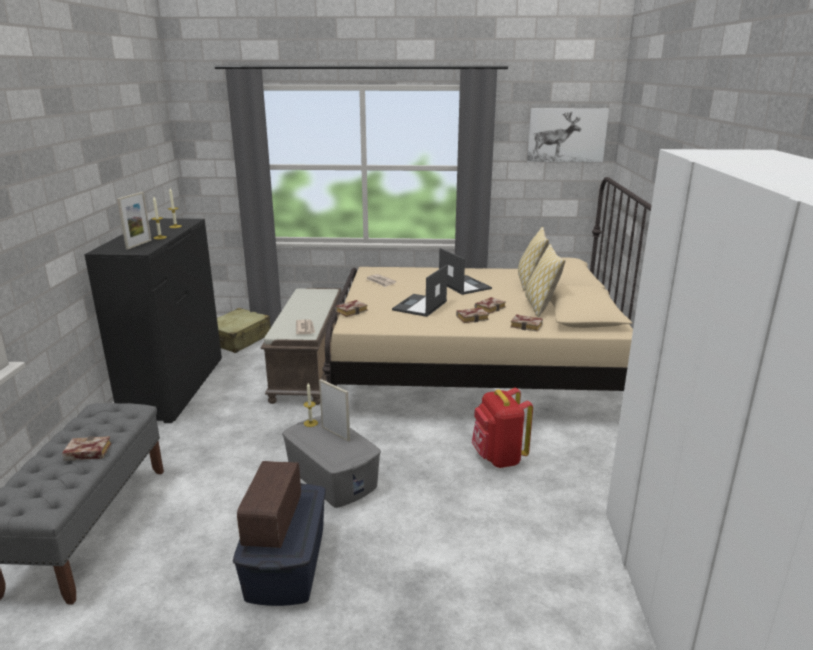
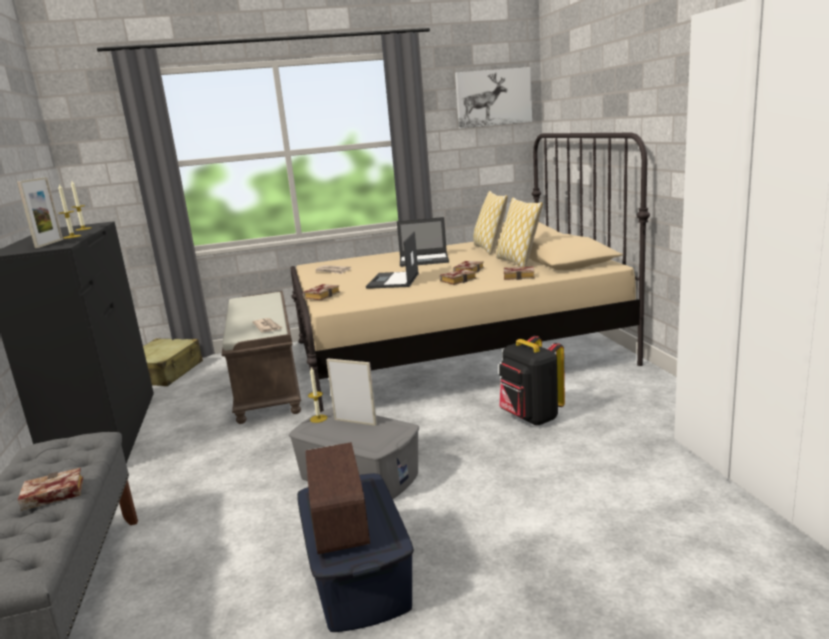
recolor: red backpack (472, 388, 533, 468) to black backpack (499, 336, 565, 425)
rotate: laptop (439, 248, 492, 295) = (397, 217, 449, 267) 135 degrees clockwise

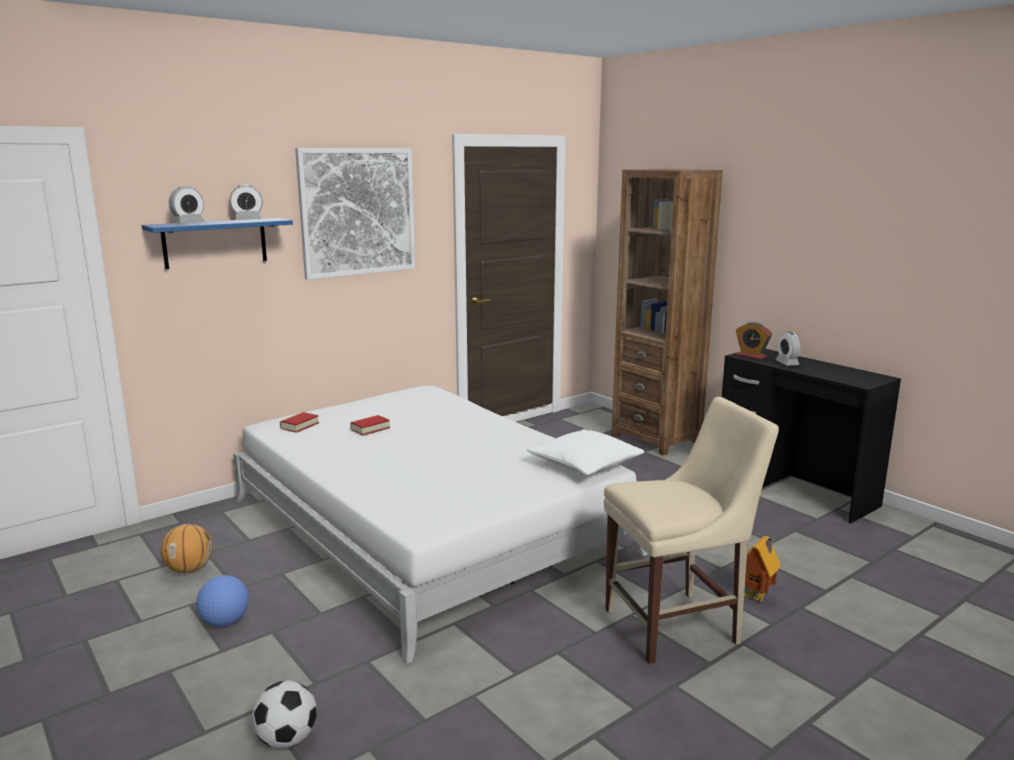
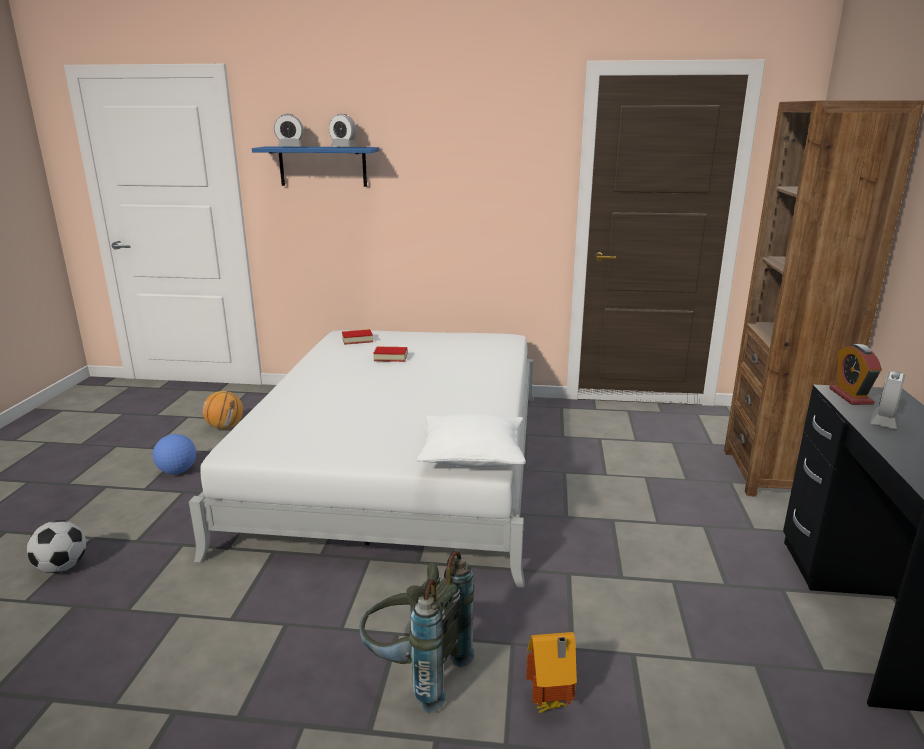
delete: picture (295, 148, 415, 280)
replace: beige chair (604, 397, 779, 664) to grey backpack (359, 551, 475, 713)

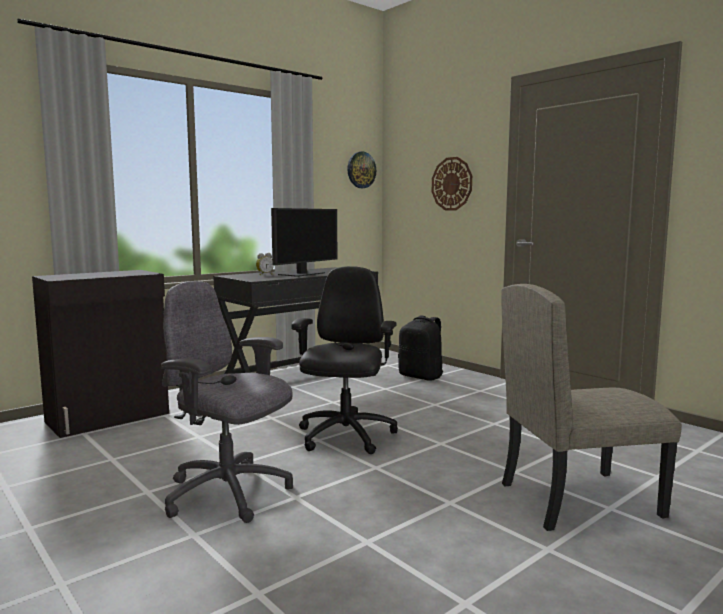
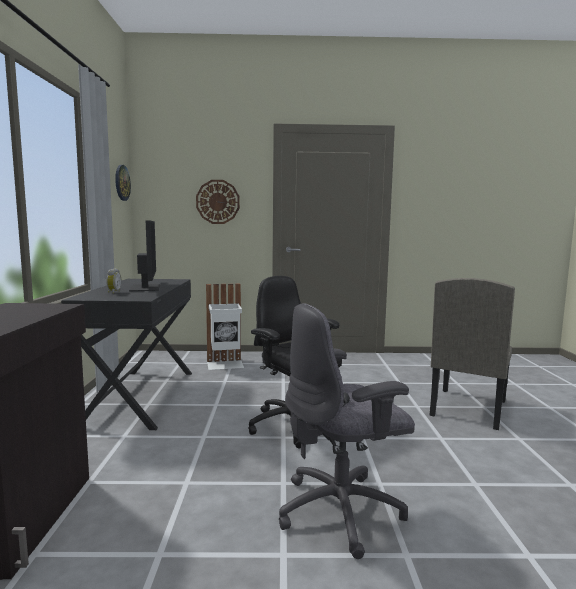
replace: black backpack (398, 315, 443, 381) to white trash can (206, 284, 244, 370)

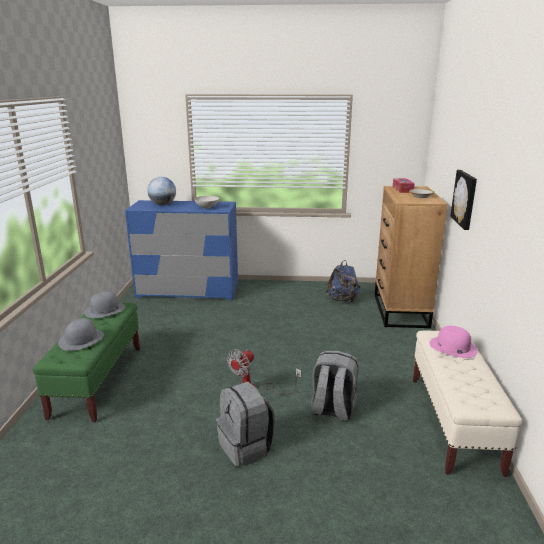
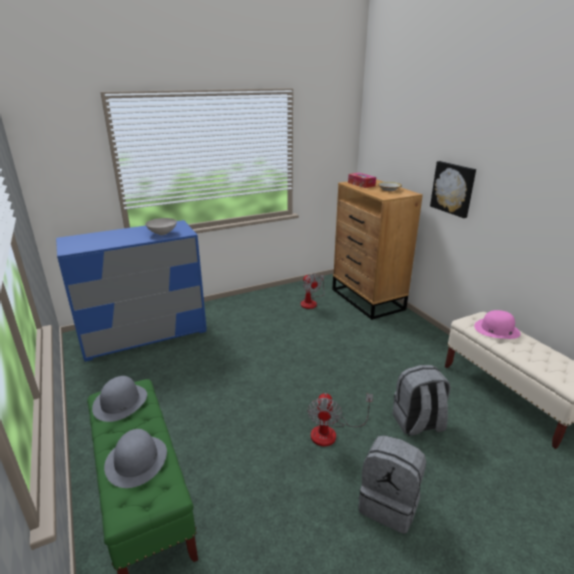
delete: globe (147, 177, 176, 205)
replace: blue backpack (325, 260, 360, 302) to fan (301, 274, 325, 309)

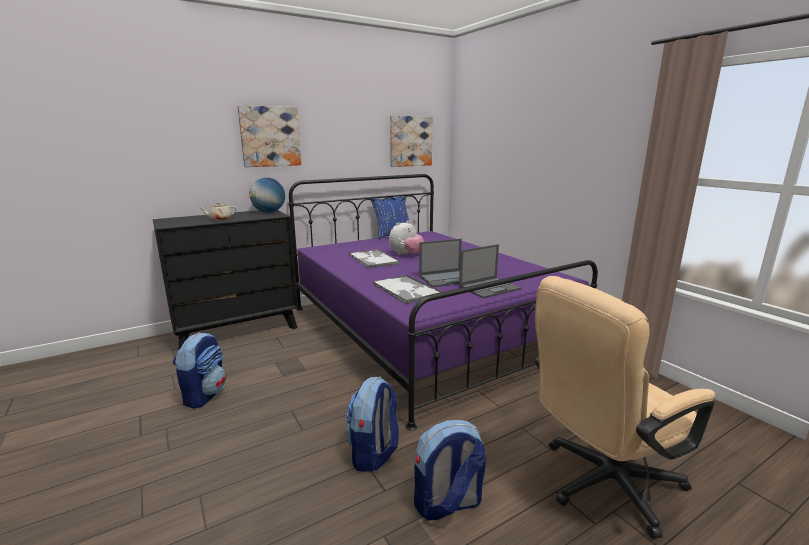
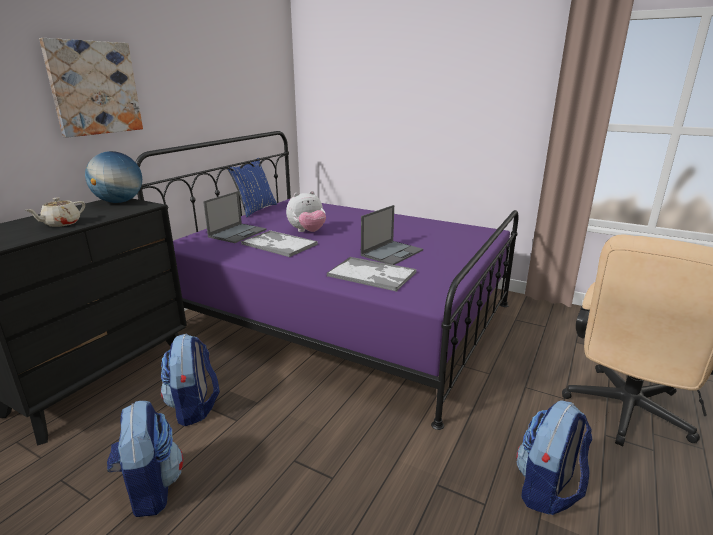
delete: picture (390, 115, 433, 167)
move: backpack (345, 376, 399, 472) to (161, 333, 220, 426); laptop (459, 244, 521, 298) to (203, 191, 267, 243)
rotate: plush toy (389, 221, 424, 255) = (286, 191, 326, 232) 45 degrees clockwise

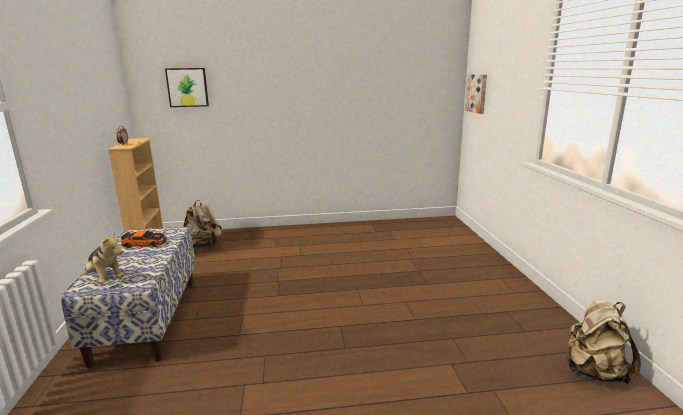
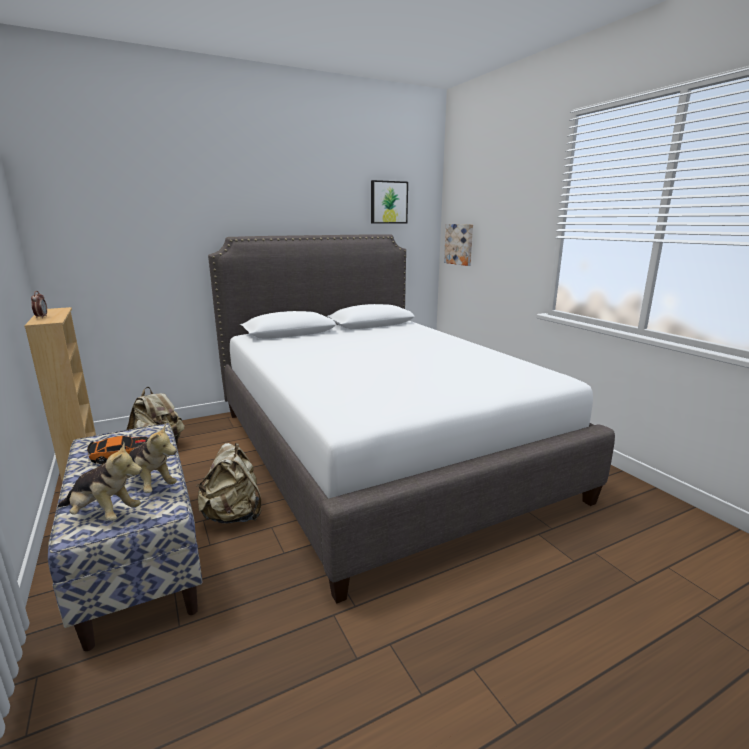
insert: plush toy (125, 423, 177, 493); white bed (208, 234, 615, 604)
move: beige backpack (565, 299, 641, 384) to (197, 443, 261, 523); picture (165, 68, 209, 107) to (371, 180, 408, 223)

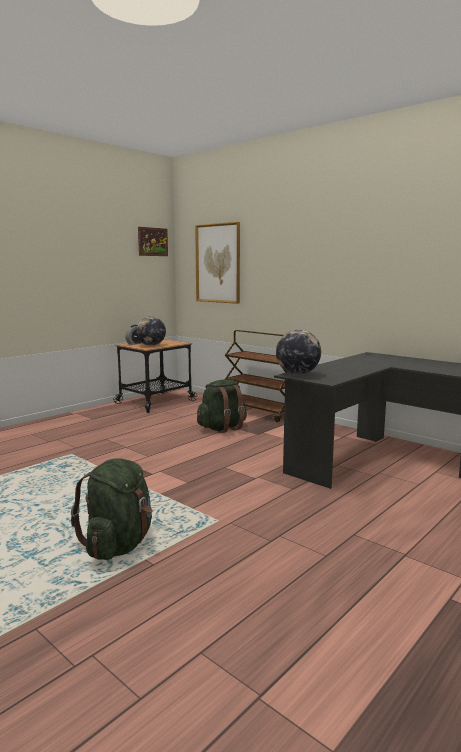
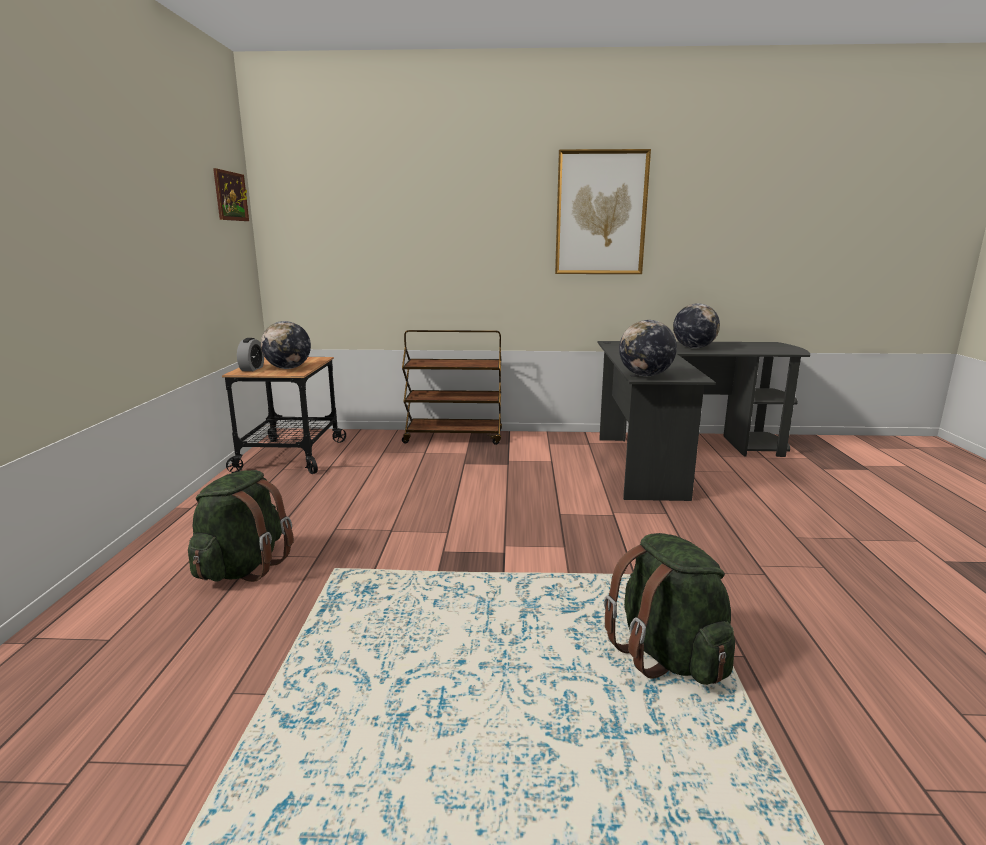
insert: globe (673, 303, 720, 349)
move: green backpack (197, 379, 247, 433) to (188, 470, 294, 582); picture (195, 222, 240, 304) to (555, 149, 651, 274)

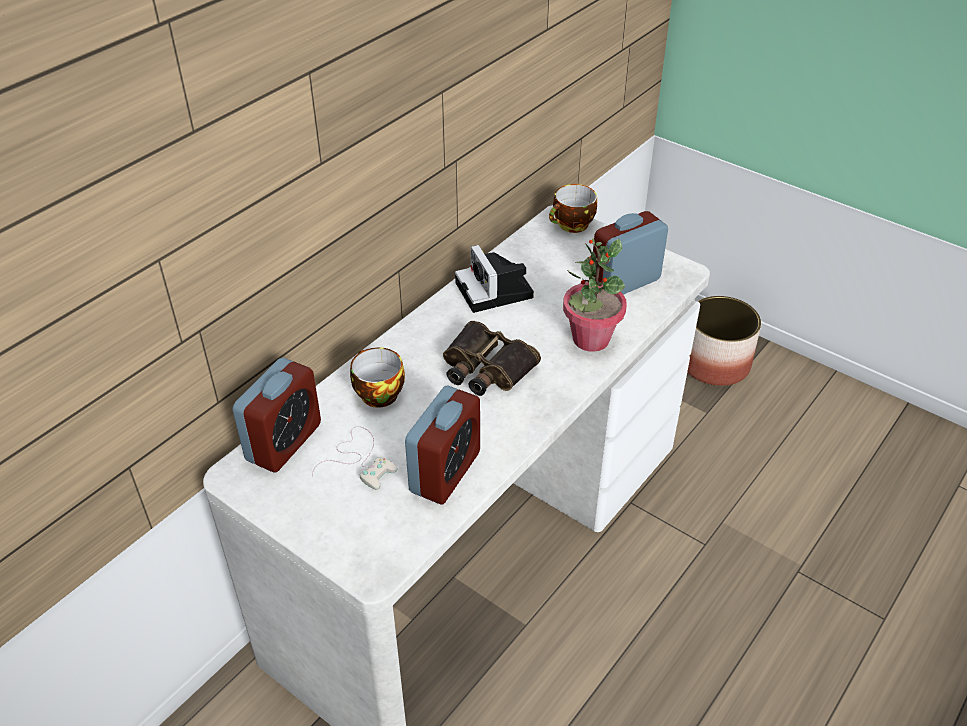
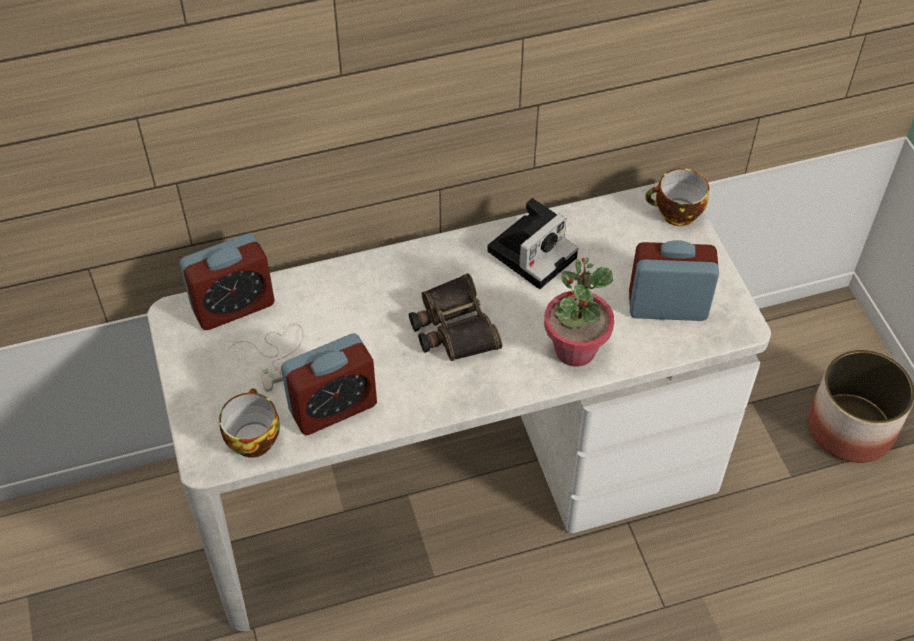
move: cup (350, 347, 405, 408) to (219, 388, 280, 458)
rotate: photo camera (455, 245, 534, 313) = (487, 198, 578, 289) 150 degrees counterclockwise

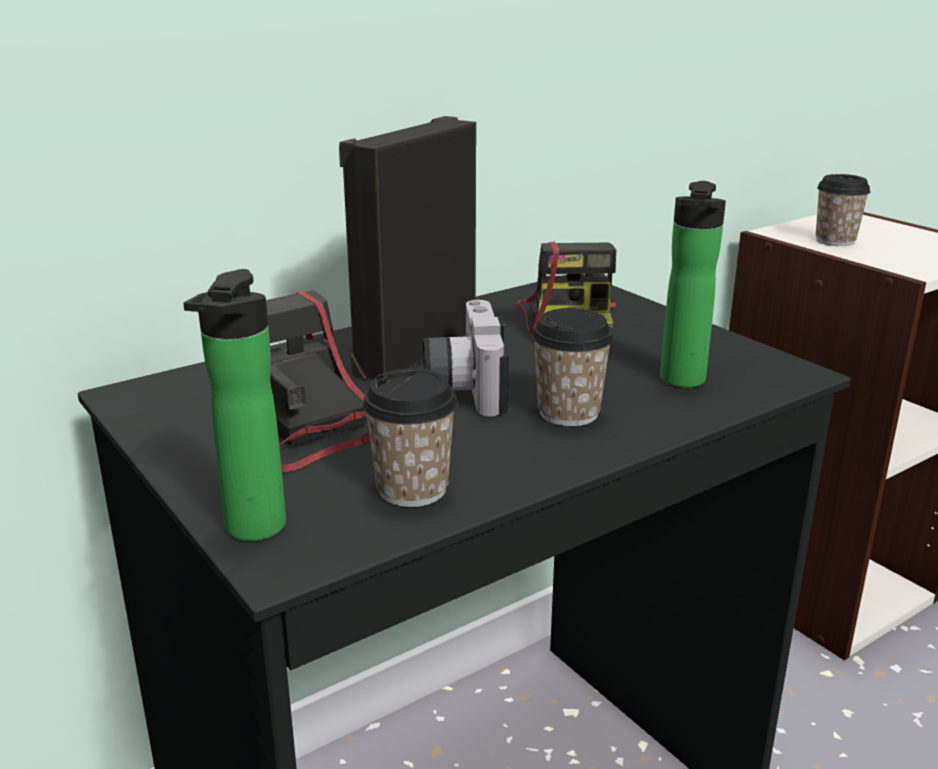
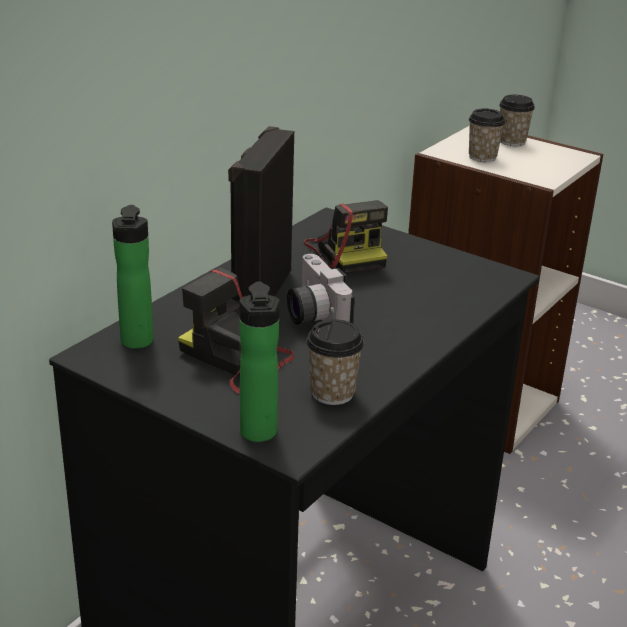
move: bottle (660, 181, 726, 388) to (112, 205, 154, 349); cup (532, 308, 614, 426) to (499, 95, 535, 146)

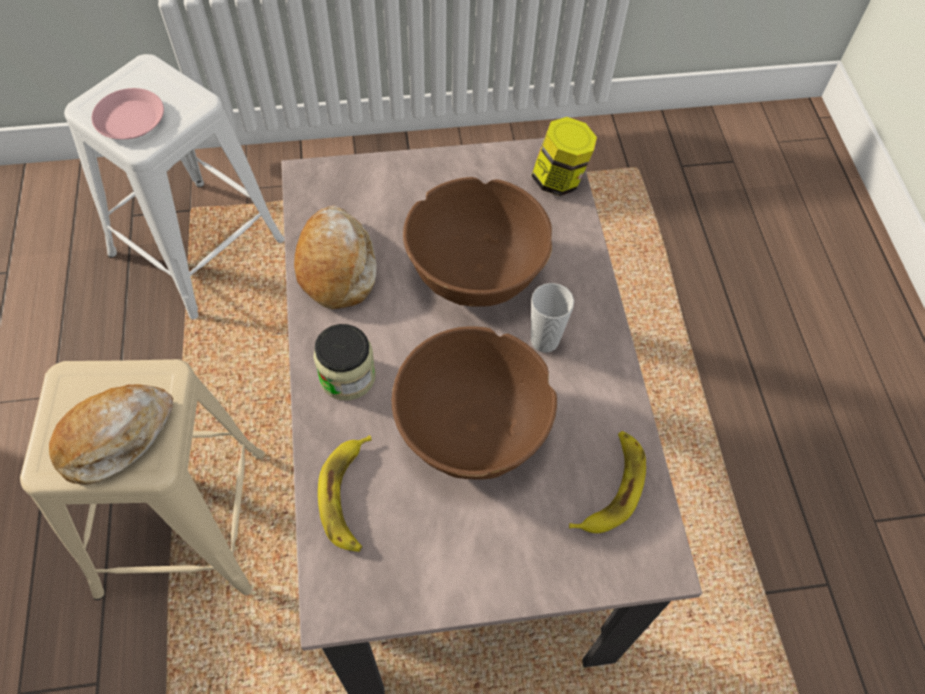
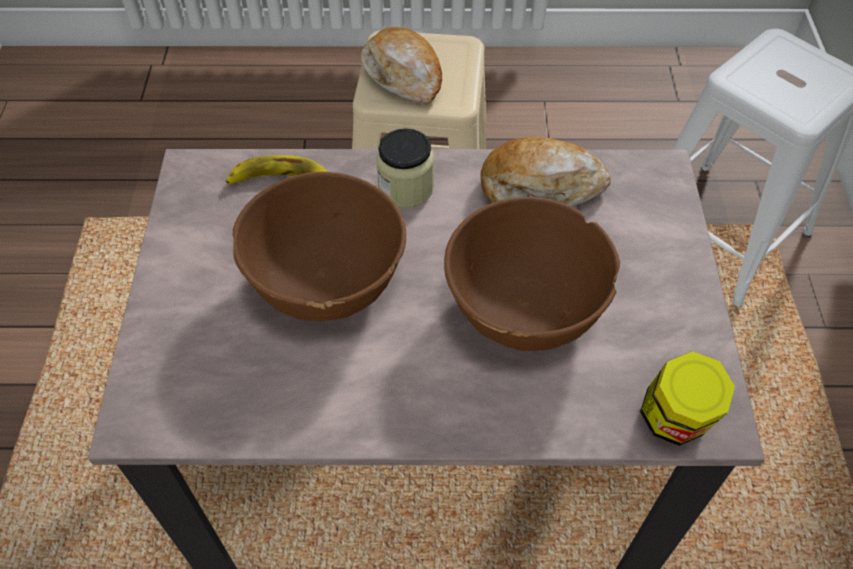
delete: pink plate (92, 88, 164, 139); cup (531, 283, 574, 353); banana (569, 431, 646, 533)

